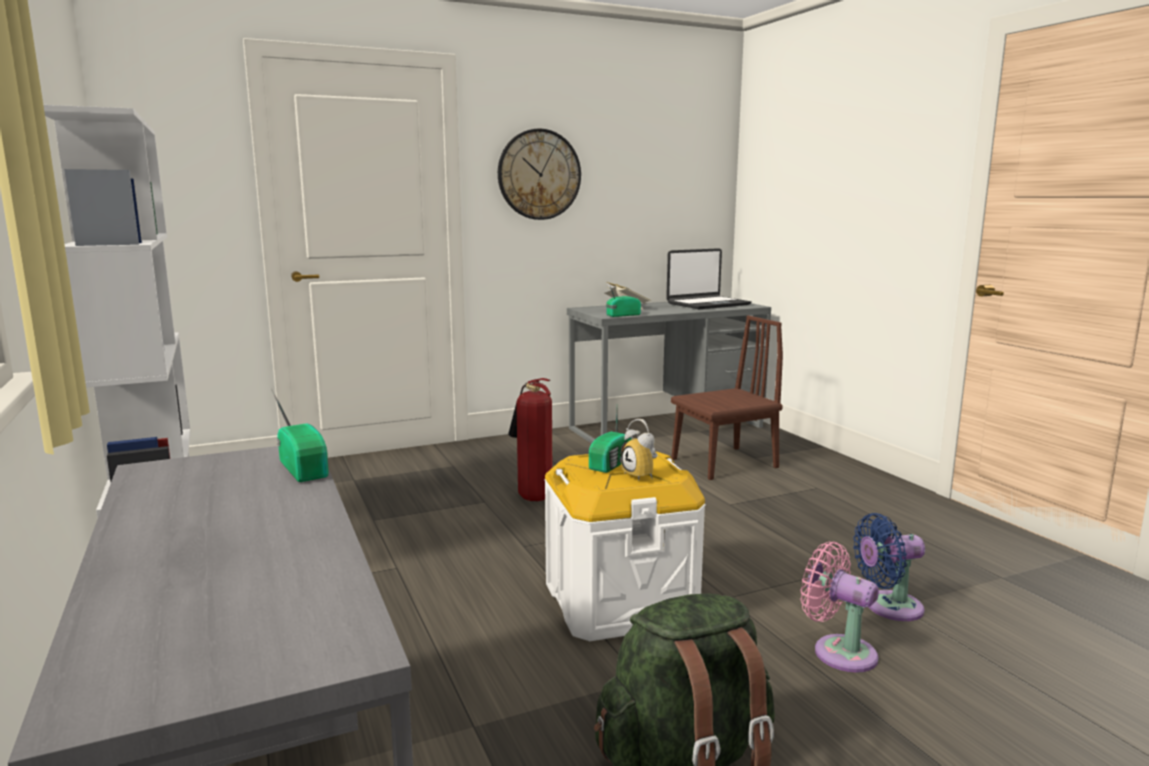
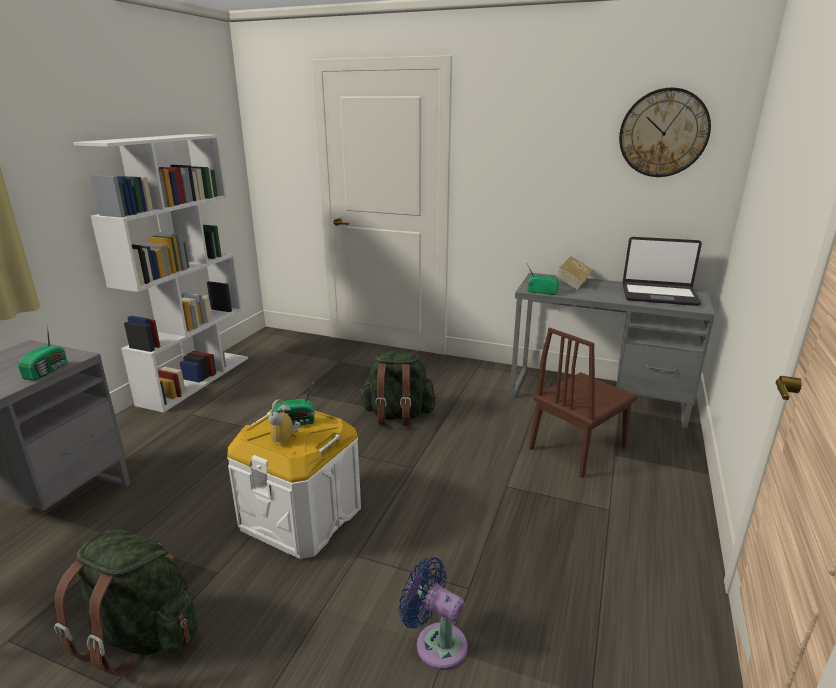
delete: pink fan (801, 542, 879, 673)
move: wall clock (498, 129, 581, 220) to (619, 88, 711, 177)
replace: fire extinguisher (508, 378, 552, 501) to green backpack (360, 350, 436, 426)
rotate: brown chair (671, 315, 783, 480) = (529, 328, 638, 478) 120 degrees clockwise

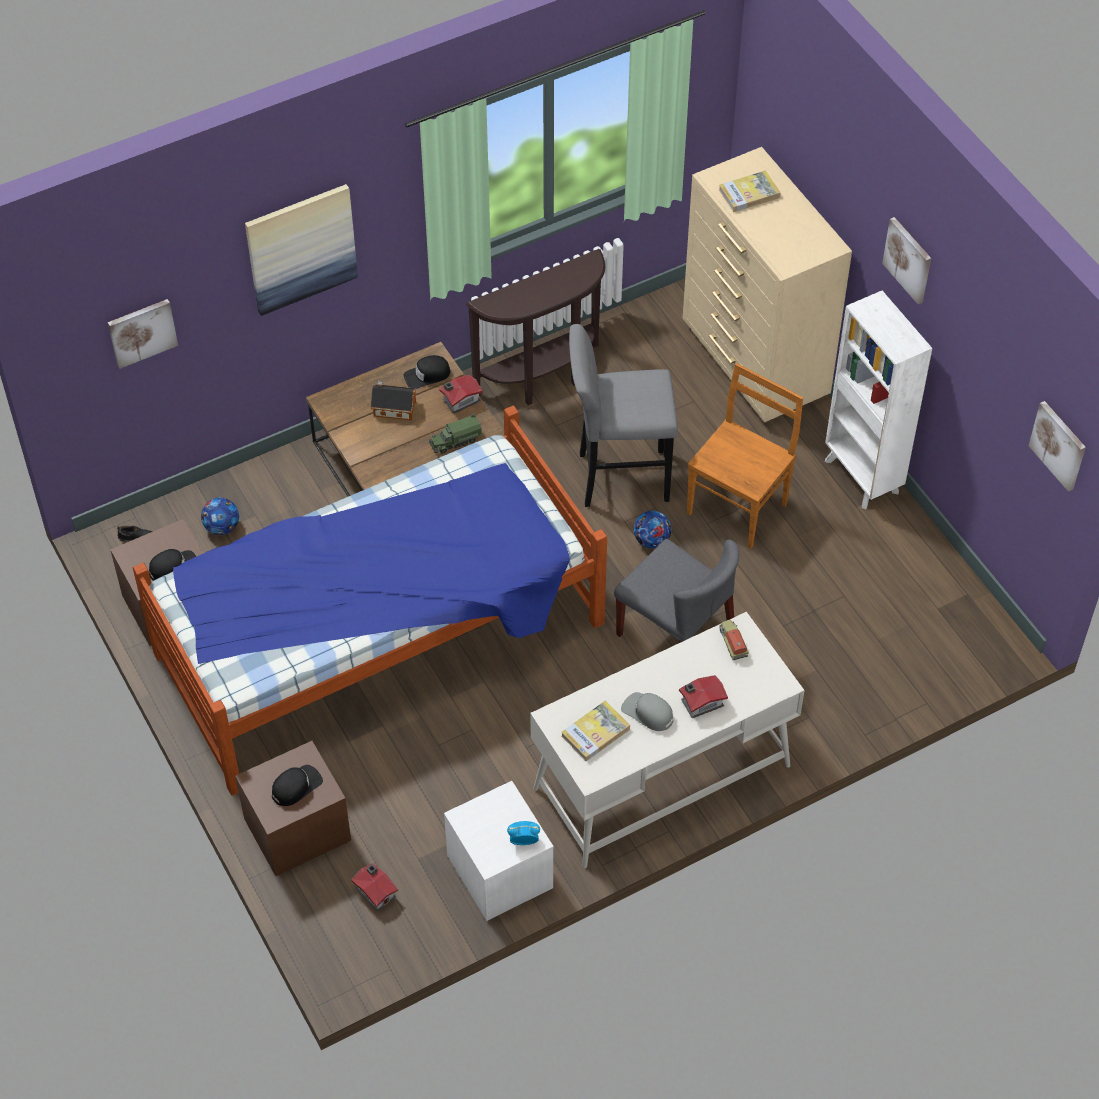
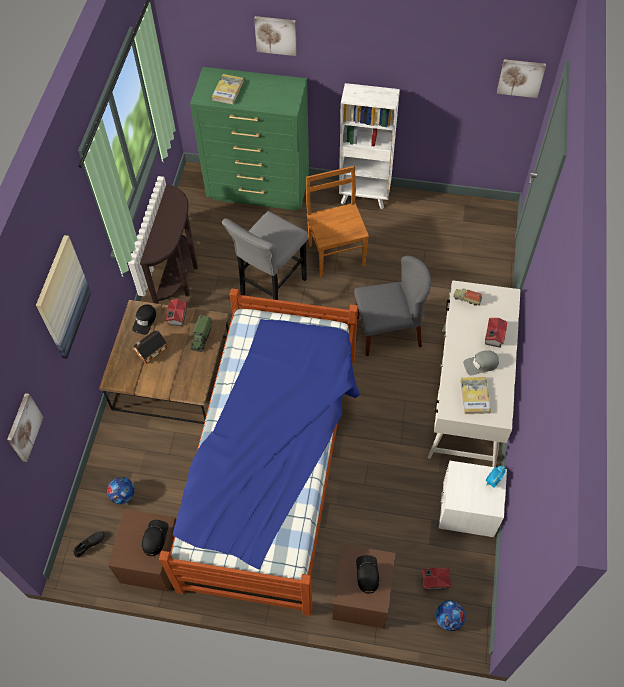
move: picture (882, 217, 931, 304) to (254, 16, 297, 56); football (634, 511, 671, 548) to (436, 601, 466, 631)
recolor: beige dresser (683, 147, 852, 423) to green dresser (190, 67, 309, 211)

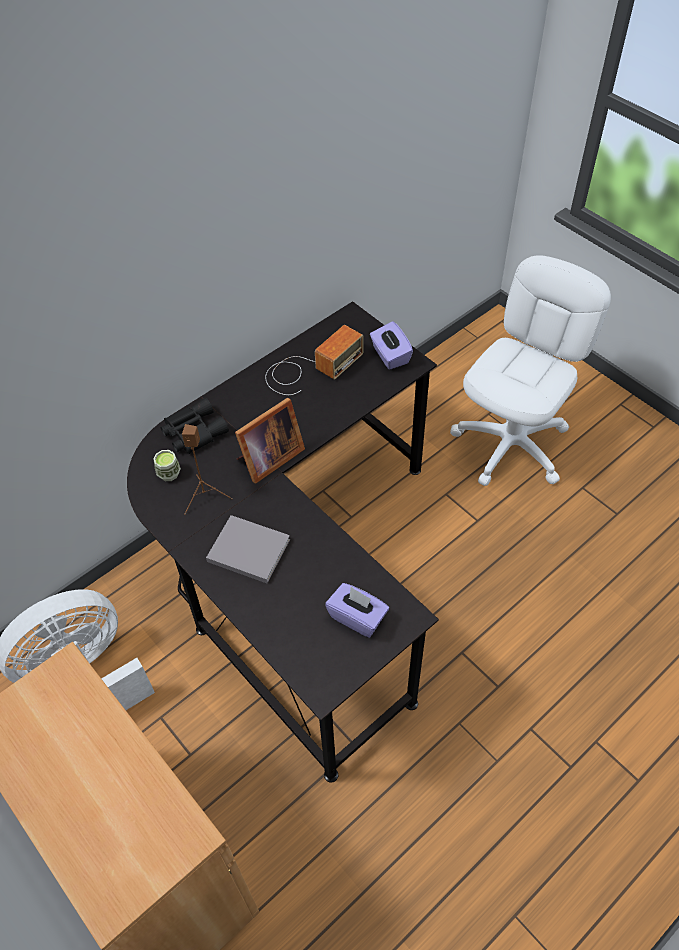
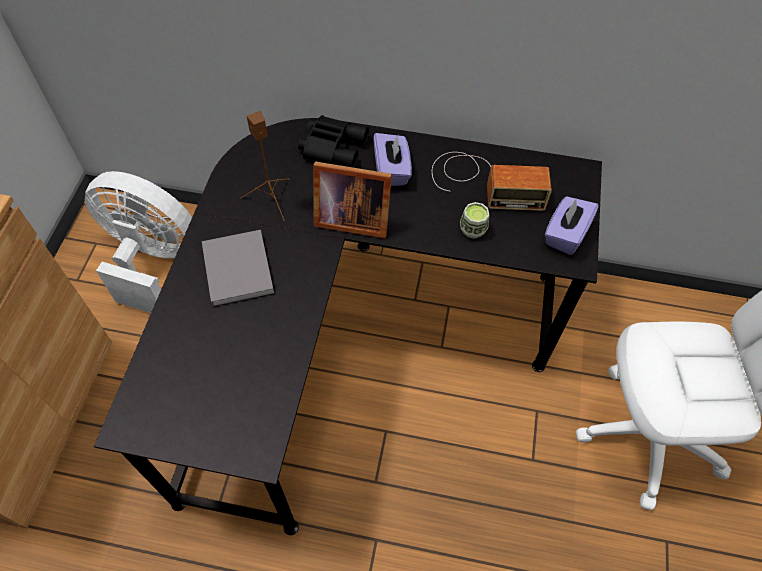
move: purple tissue box (325, 583, 389, 638) to (374, 133, 412, 186); cup (154, 450, 181, 481) to (460, 202, 489, 239)

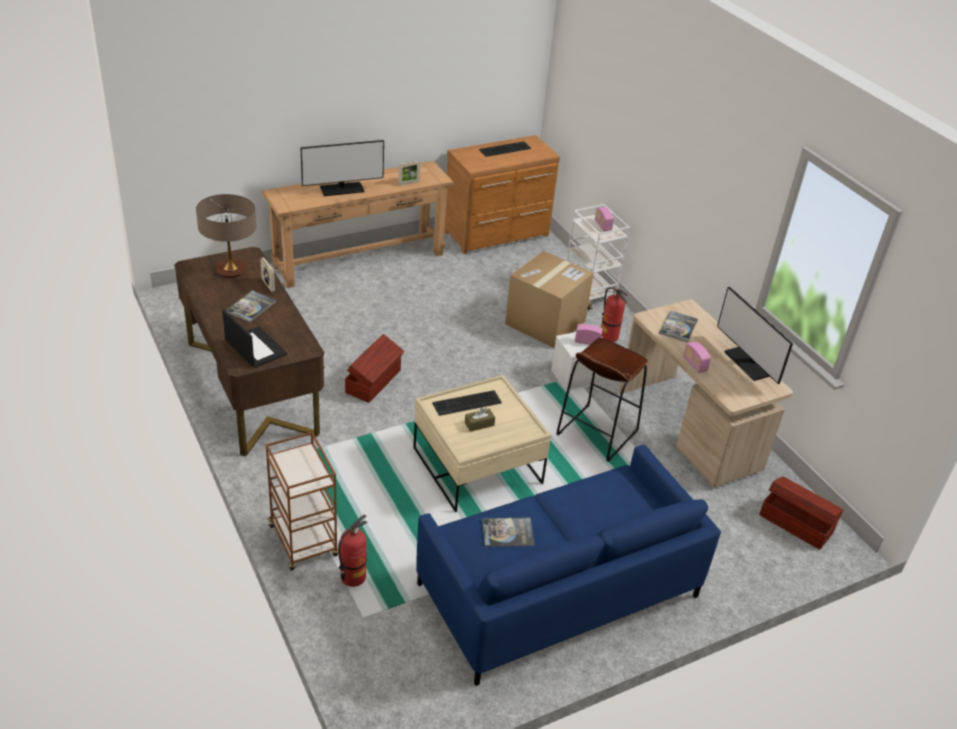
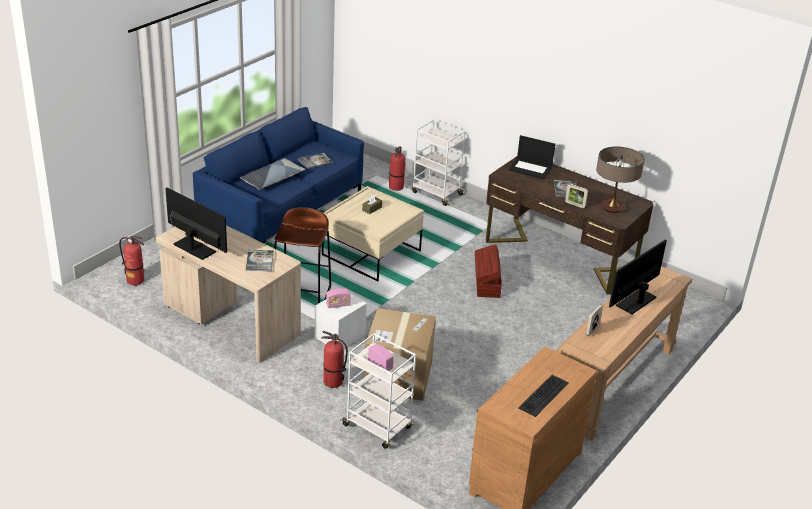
delete: keyboard (432, 390, 502, 416); radio (683, 342, 711, 373)
insert: pillow (240, 158, 305, 190)
replace: brown storage box (759, 476, 844, 550) to fire extinguisher (119, 236, 144, 285)
recolor: brown cart (266, 432, 338, 571) to white cart (412, 119, 465, 206)

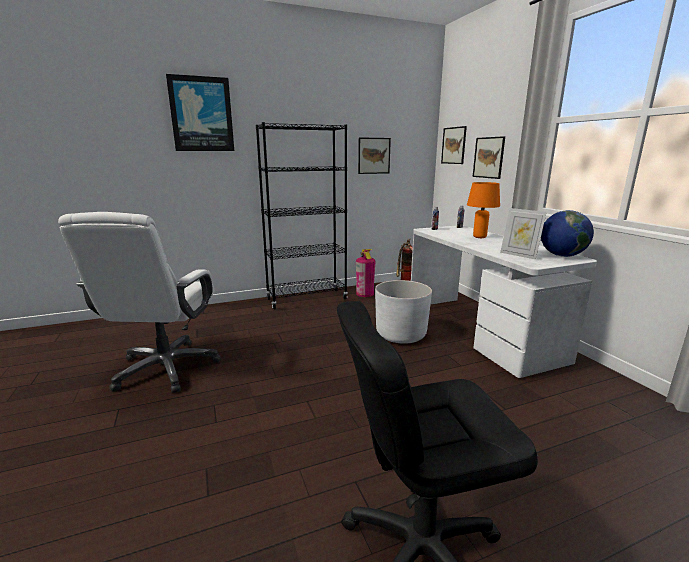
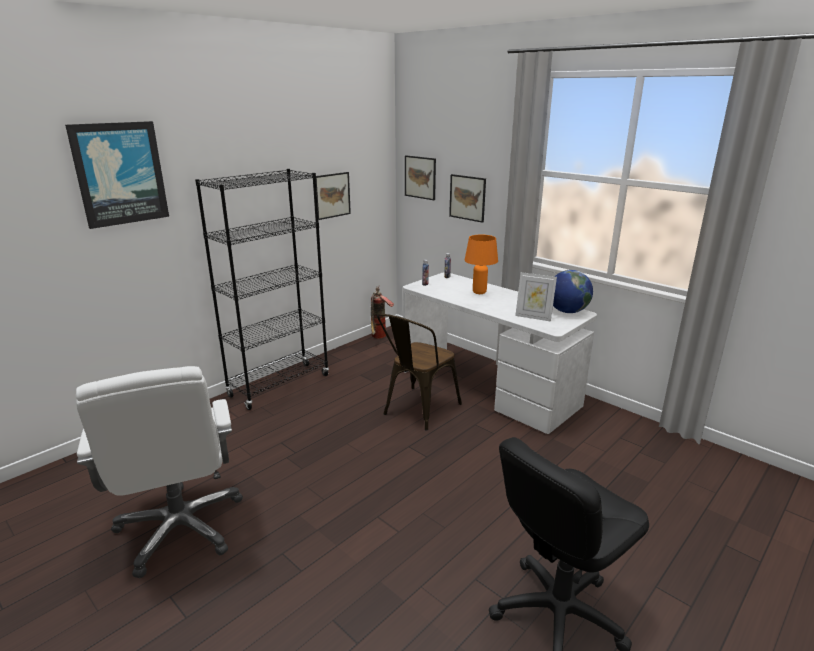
delete: fire extinguisher (356, 249, 376, 297)
replace: white planter (375, 280, 432, 344) to brown chair (377, 313, 462, 431)

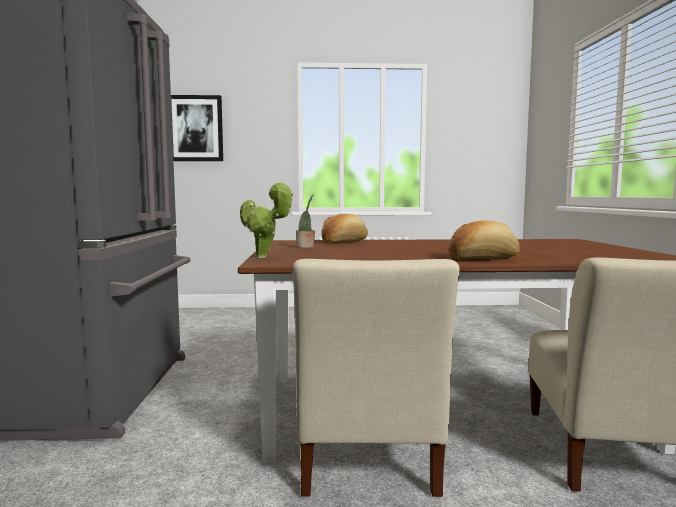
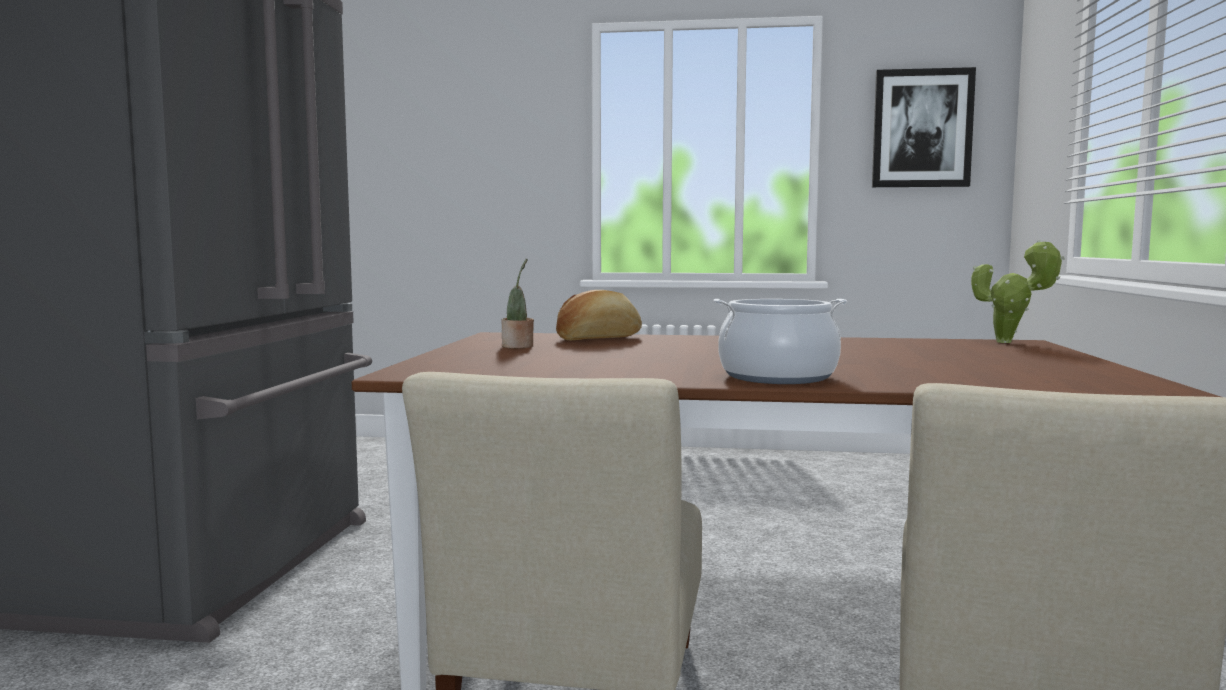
move: picture (171, 95, 223, 161) to (872, 67, 976, 187); potted plant (240, 182, 293, 258) to (971, 240, 1065, 343)
replace: bread (449, 220, 520, 260) to cooking pot (713, 299, 847, 384)

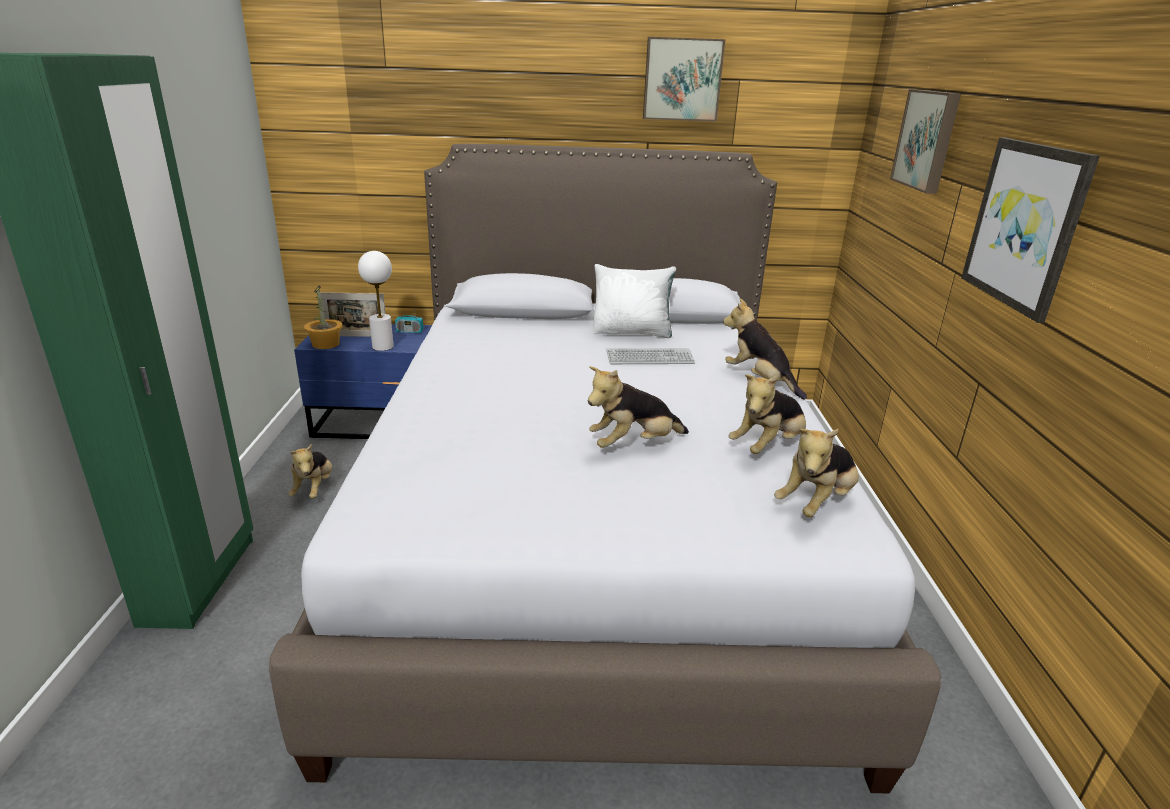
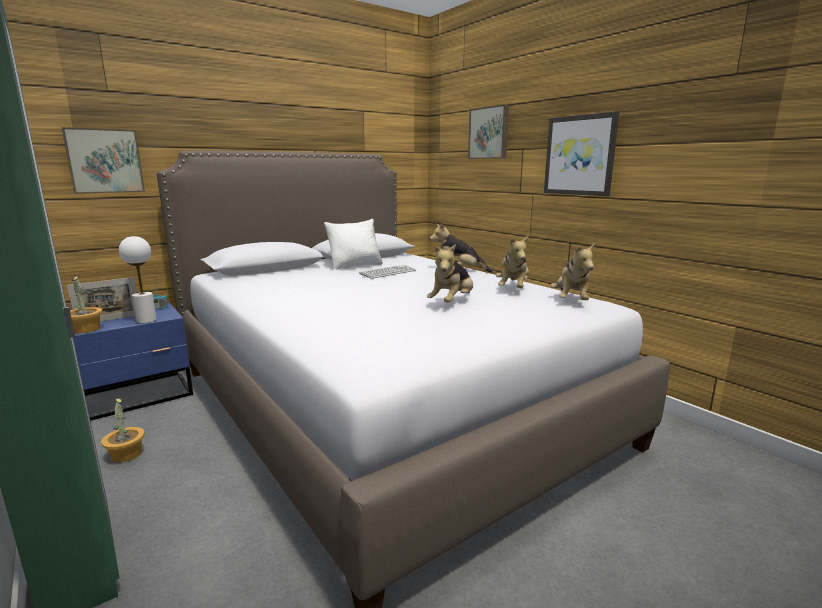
move: picture (643, 37, 725, 122) to (62, 127, 145, 194)
replace: plush toy (288, 444, 332, 499) to potted plant (101, 397, 145, 463)

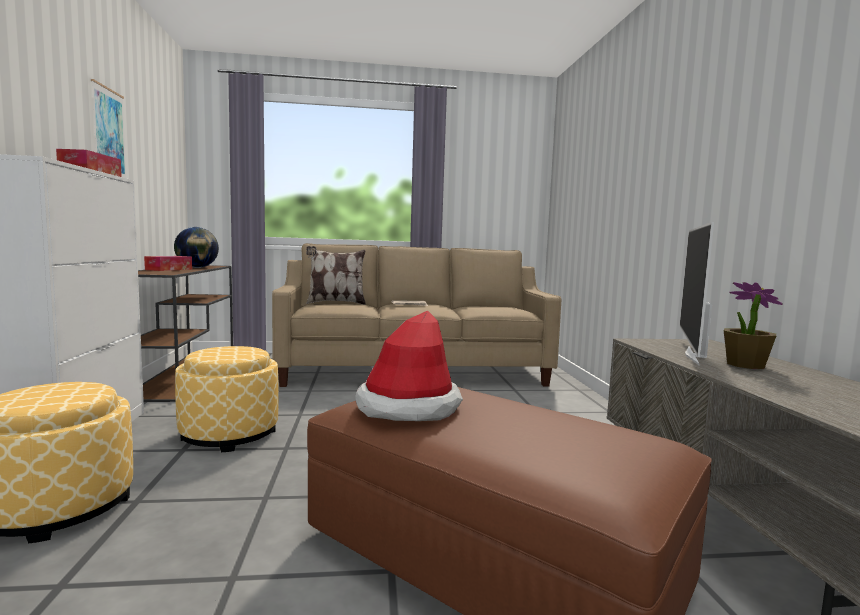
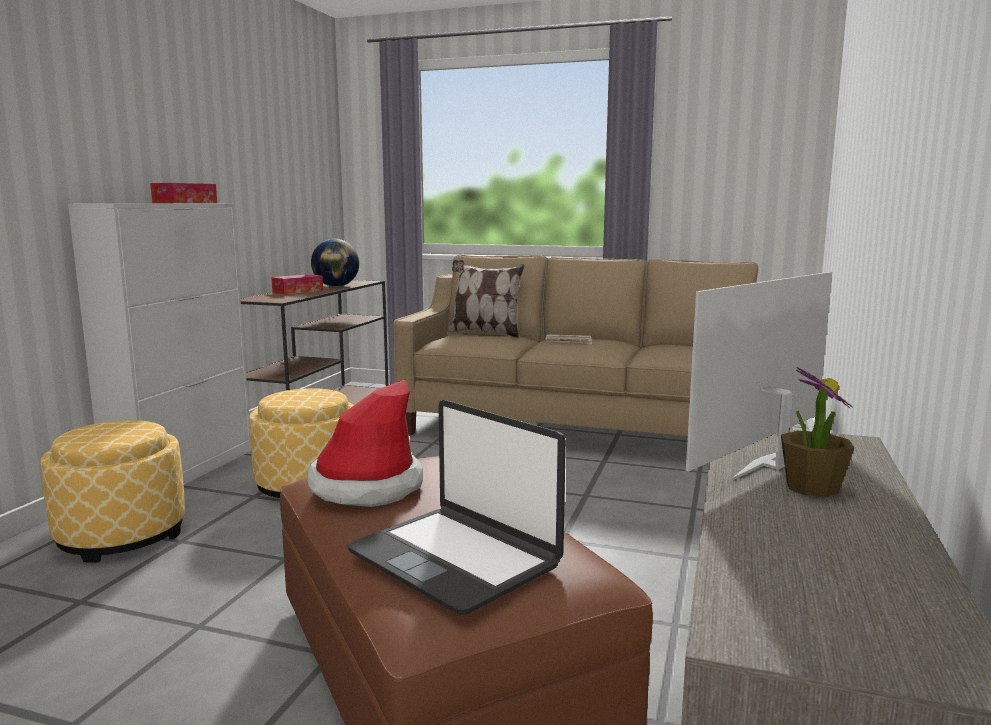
delete: picture (91, 79, 126, 178)
insert: laptop (347, 400, 566, 615)

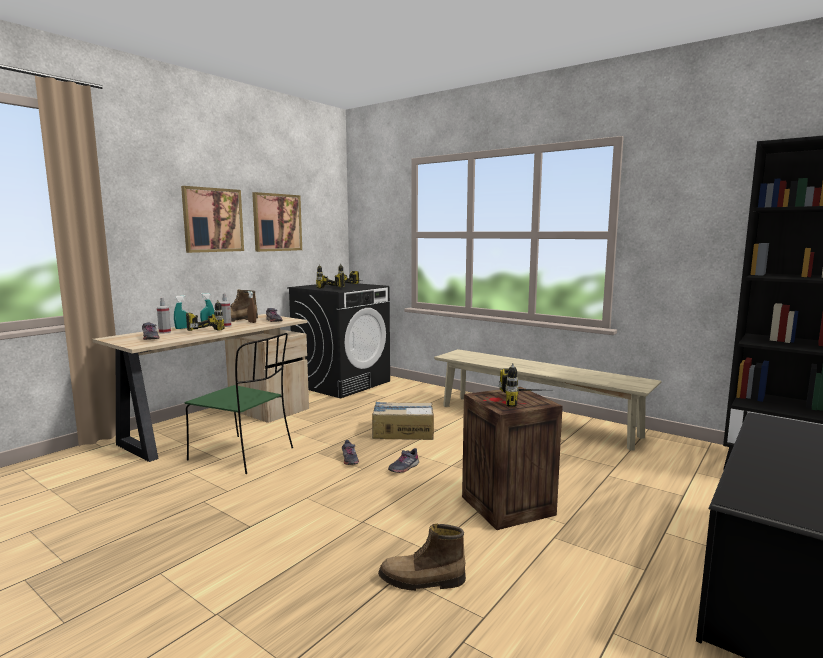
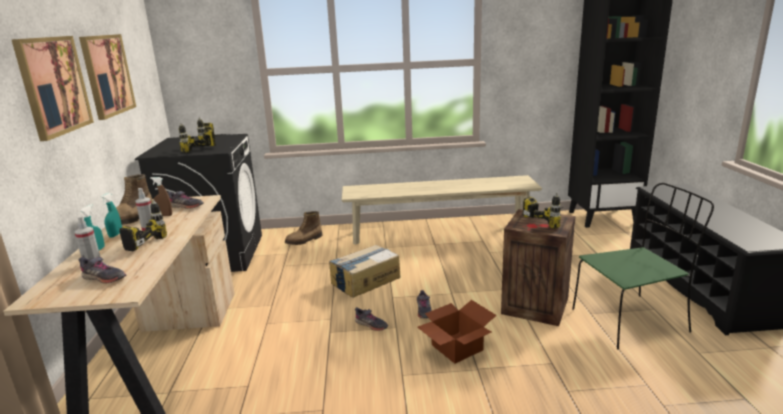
insert: cardboard box (417, 300, 497, 364)
move: boot (378, 524, 466, 591) to (285, 211, 322, 245); green chair (185, 333, 293, 474) to (572, 183, 714, 350)

